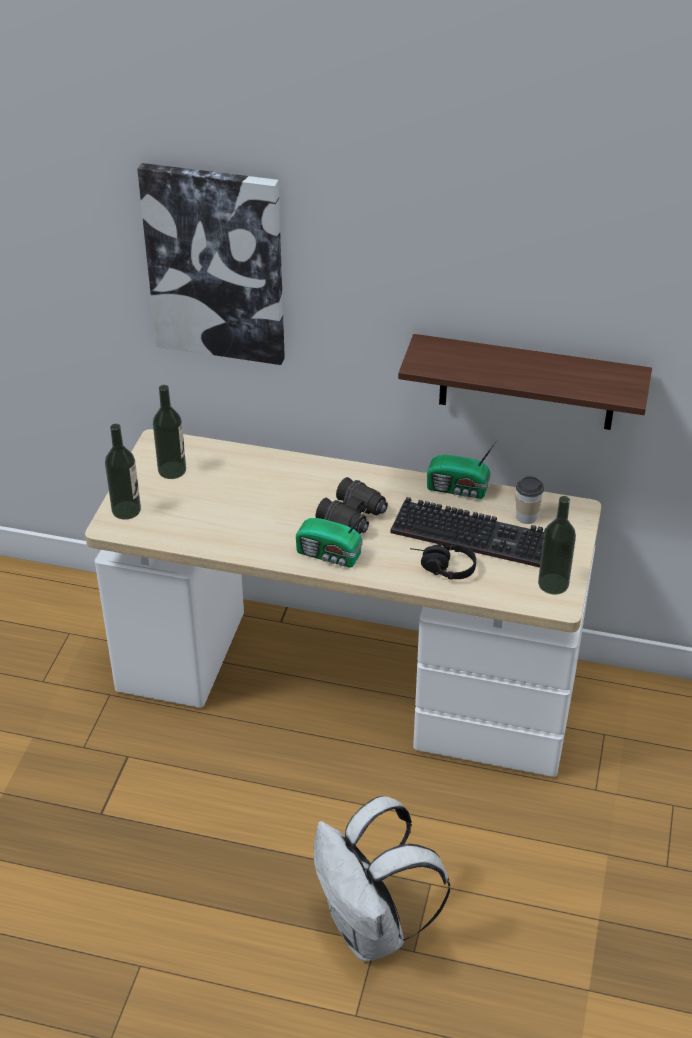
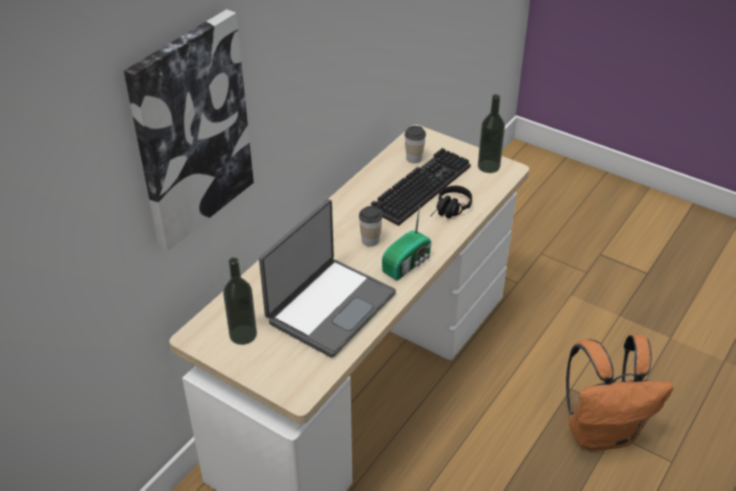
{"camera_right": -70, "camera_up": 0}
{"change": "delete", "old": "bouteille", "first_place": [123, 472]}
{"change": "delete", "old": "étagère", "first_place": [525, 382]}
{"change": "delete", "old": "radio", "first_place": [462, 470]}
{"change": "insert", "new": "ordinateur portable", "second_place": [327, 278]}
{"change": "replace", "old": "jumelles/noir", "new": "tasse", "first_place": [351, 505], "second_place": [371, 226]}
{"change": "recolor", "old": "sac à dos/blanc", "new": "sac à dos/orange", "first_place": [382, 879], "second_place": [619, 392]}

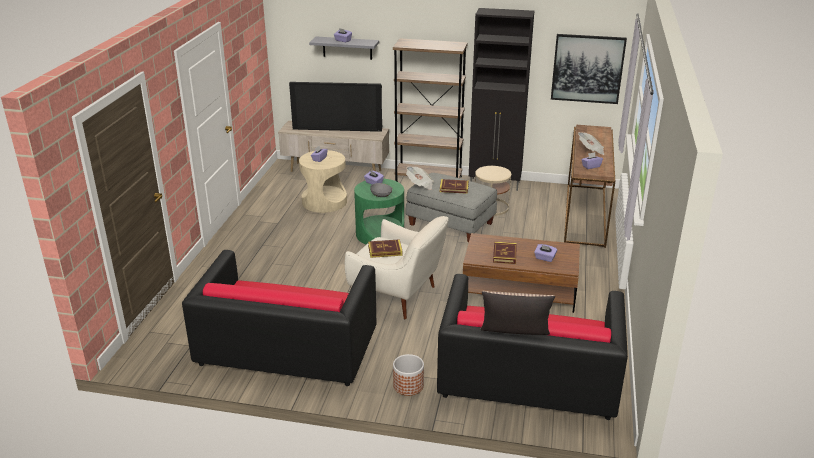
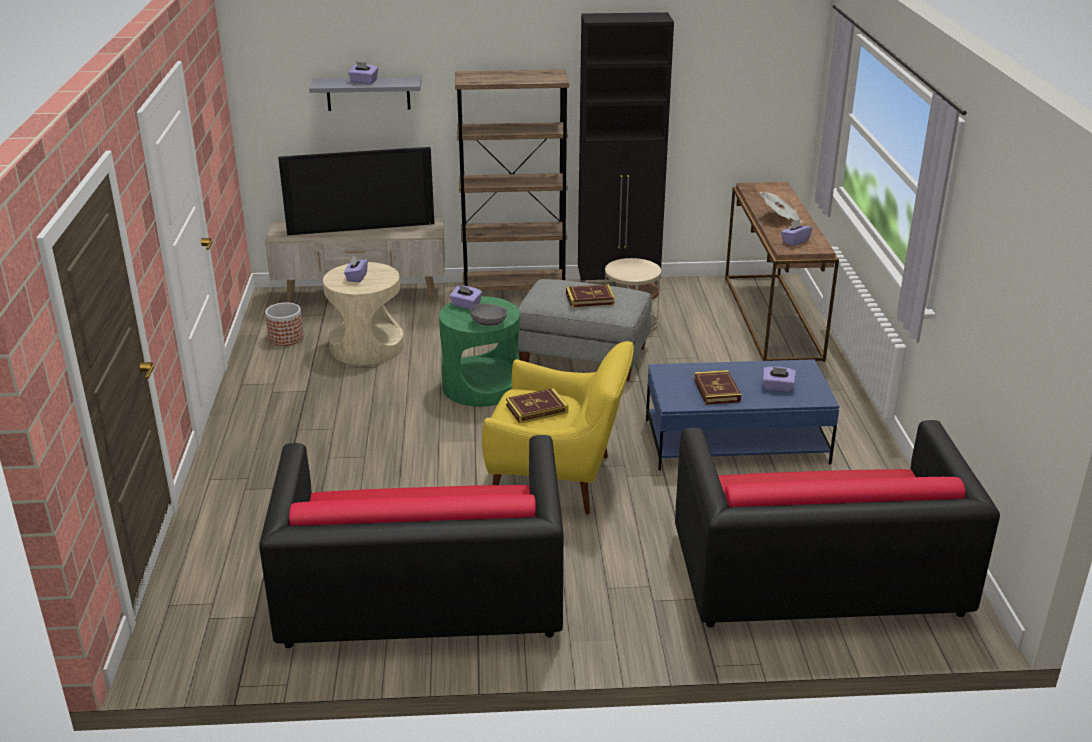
{"camera_right": -15, "camera_up": 0}
{"change": "delete", "old": "journal", "first_place": [420, 178]}
{"change": "delete", "old": "coussin", "first_place": [517, 313]}
{"change": "delete", "old": "tableau", "first_place": [589, 69]}
{"change": "move", "old": "cache-pot", "first_place": [408, 375], "second_place": [284, 324]}
{"change": "recolor", "old": "fauteuil/blanc", "new": "fauteuil/jaune", "first_place": [397, 267], "second_place": [558, 428]}
{"change": "recolor", "old": "table basse/marron", "new": "table basse/bleu", "first_place": [521, 273], "second_place": [743, 414]}

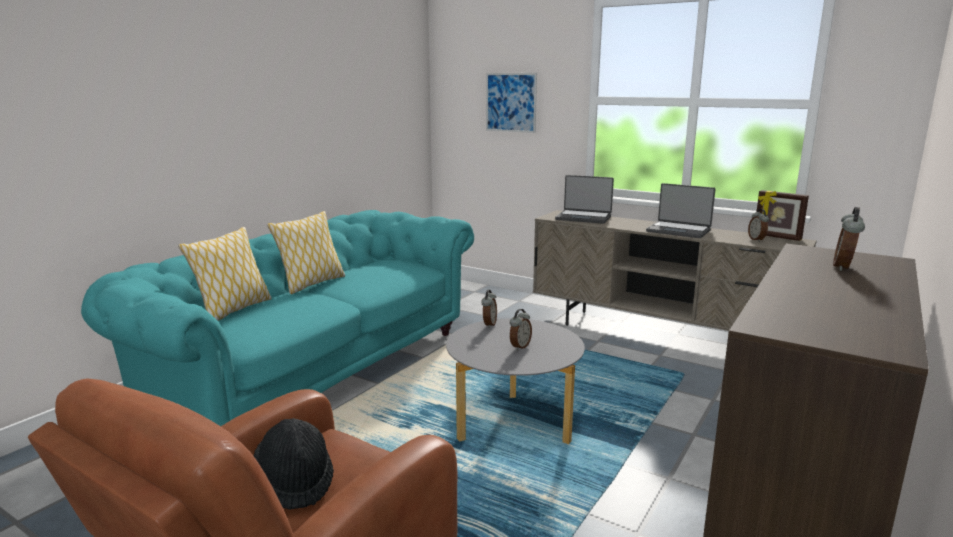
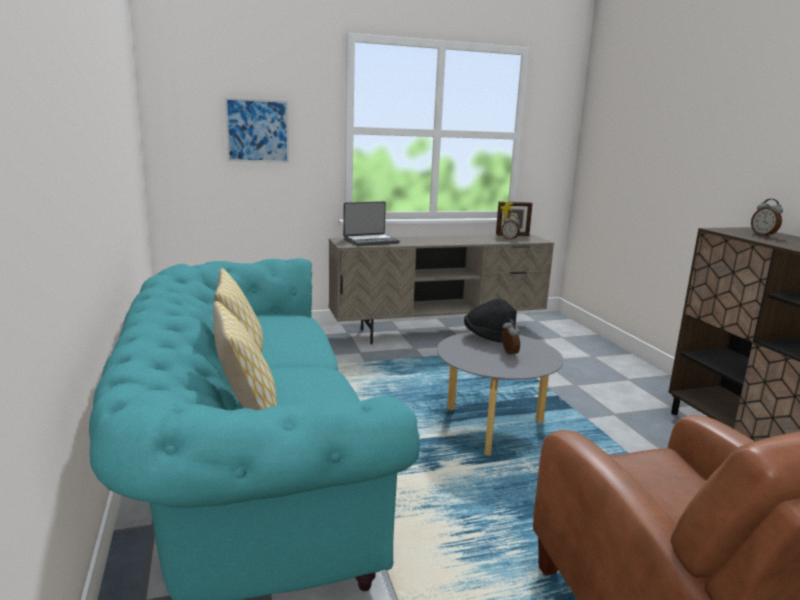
{"camera_right": -50, "camera_up": 0}
{"change": "delete", "old": "réveil", "first_place": [489, 309]}
{"change": "delete", "old": "ordinateur portable", "first_place": [680, 210]}
{"change": "move", "old": "chapeau/noir", "first_place": [294, 464], "second_place": [490, 320]}

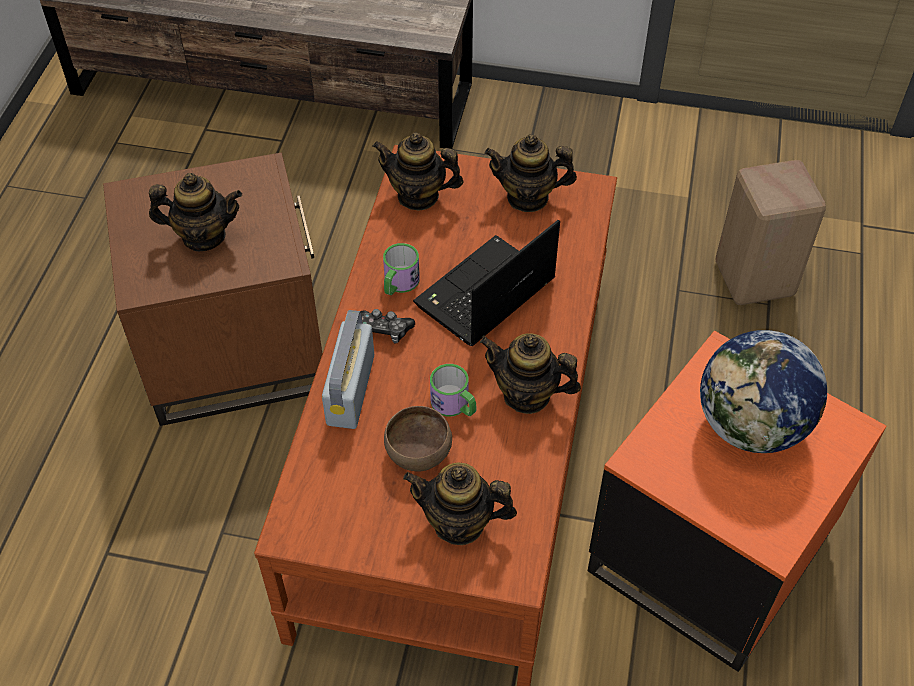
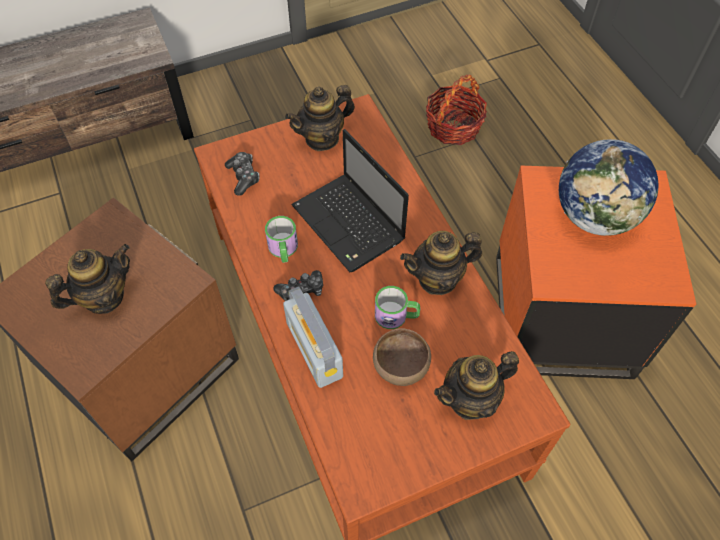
{"camera_right": -35, "camera_up": 5}
{"change": "replace", "old": "théière", "new": "manette", "first_place": [417, 171], "second_place": [242, 174]}
{"change": "replace", "old": "tabouret/beige", "new": "panier", "first_place": [770, 232], "second_place": [456, 109]}
{"change": "rotate", "old": "ordinateur portable", "first_place": [486, 283], "second_place": [350, 200], "degrees": -45}

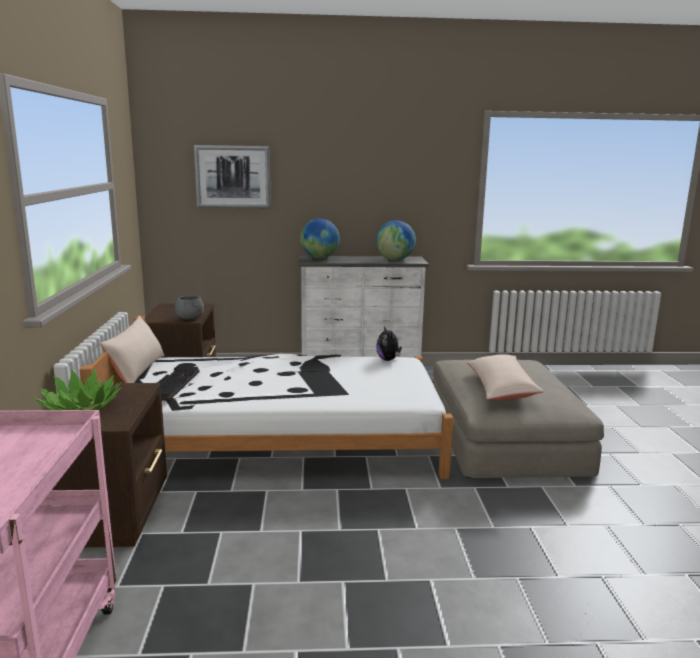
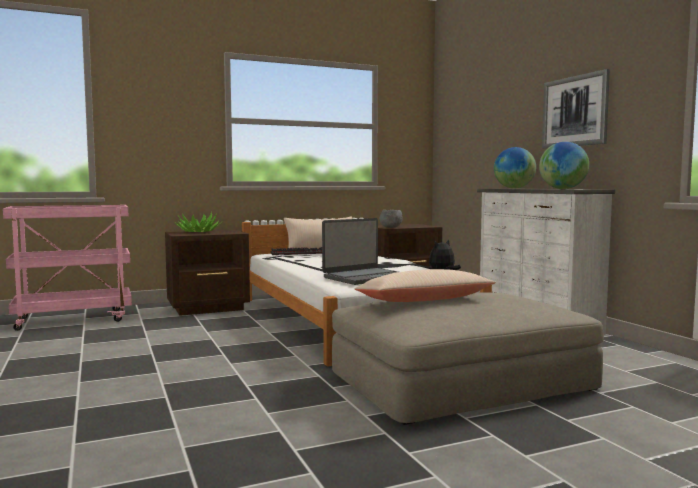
{"camera_right": 70, "camera_up": -10}
{"change": "insert", "new": "ordinateur portable", "second_place": [360, 251]}
{"change": "move", "old": "tableau", "first_place": [232, 176], "second_place": [576, 109]}

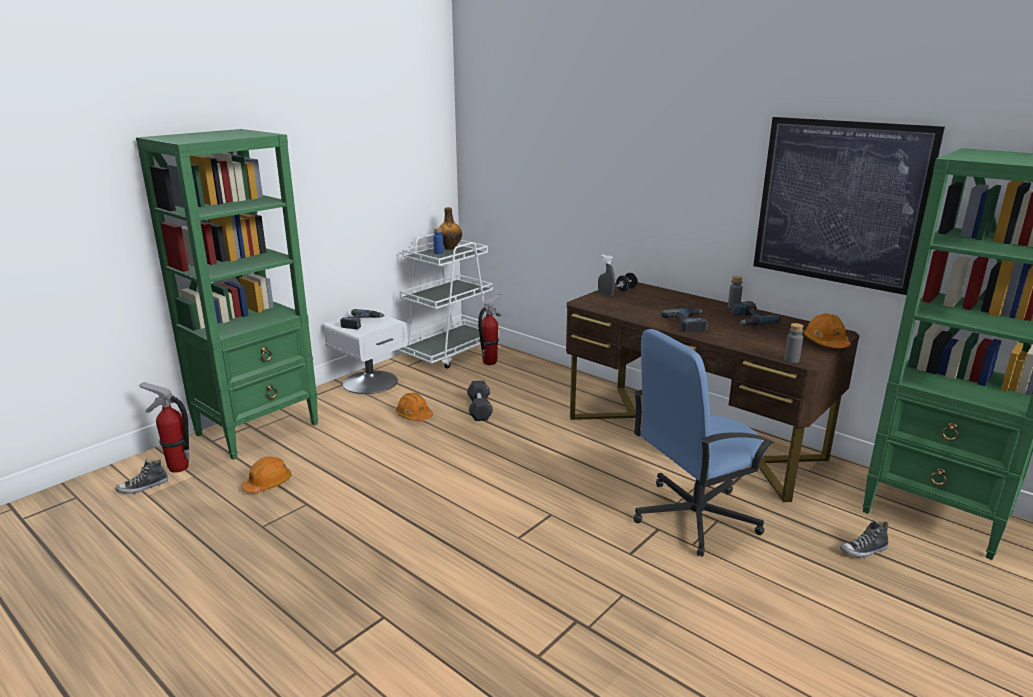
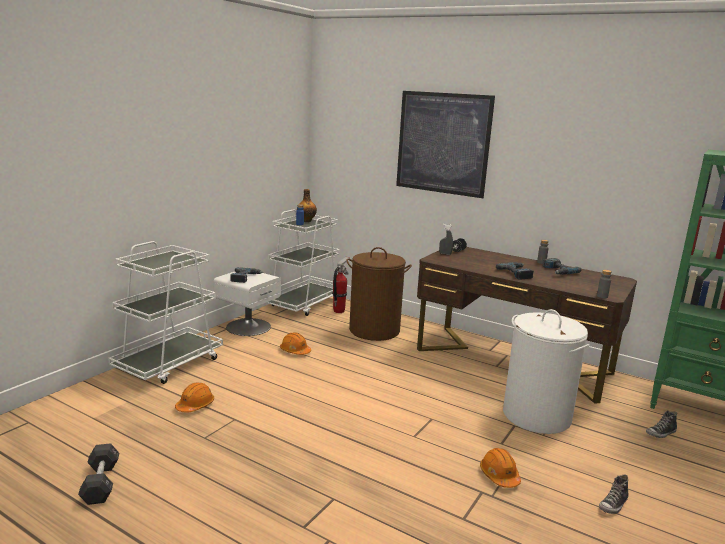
{"camera_right": -10, "camera_up": -5}
{"change": "delete", "old": "extincteur", "first_place": [164, 427]}
{"change": "insert", "new": "panier à linge/marron", "second_place": [379, 294]}
{"change": "move", "old": "chaussure", "first_place": [142, 476], "second_place": [614, 494]}
{"change": "move", "old": "haltère/noir", "first_place": [480, 401], "second_place": [98, 474]}
{"change": "move", "old": "tableau", "first_place": [849, 206], "second_place": [445, 144]}
{"change": "move", "old": "casque de chantier/orange", "first_place": [827, 330], "second_place": [500, 468]}
{"change": "replace", "old": "bibliothèque/vert", "new": "chariot/blanc", "first_place": [227, 294], "second_place": [165, 312]}
{"change": "replace", "old": "chaise de bureau/bleu", "new": "panier à linge/blanc", "first_place": [703, 443], "second_place": [546, 371]}

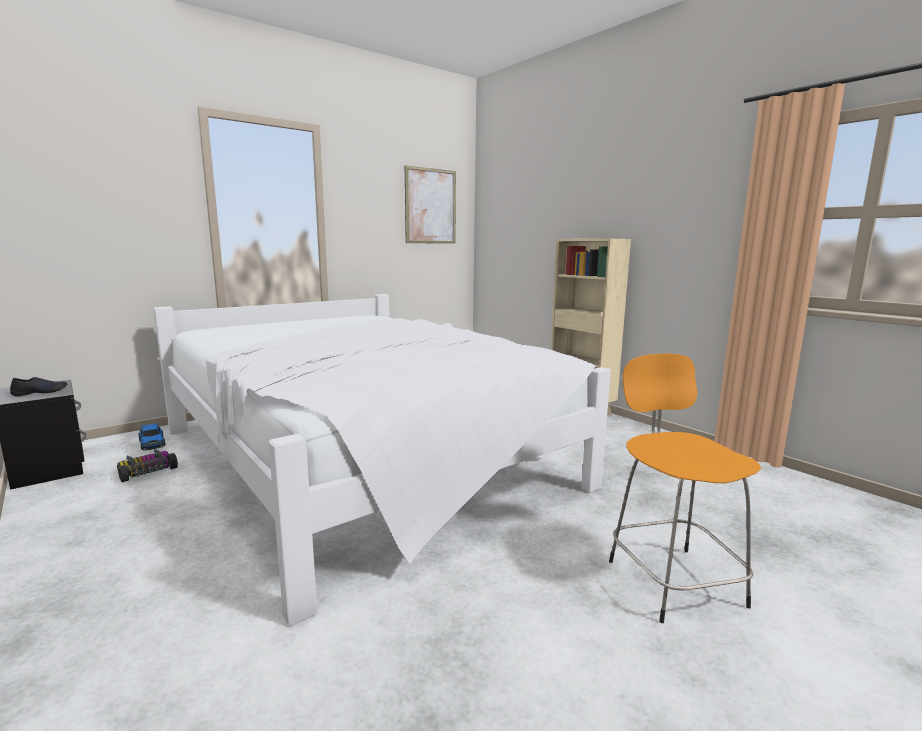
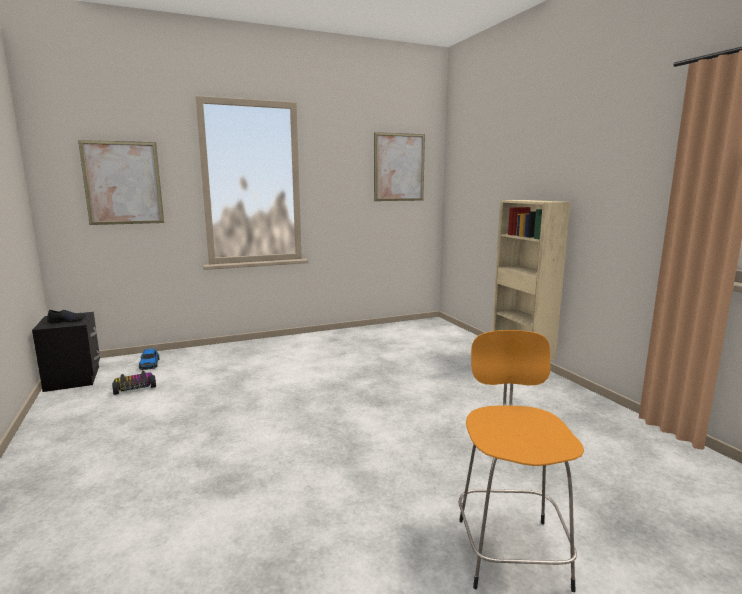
{"camera_right": 15, "camera_up": 0}
{"change": "delete", "old": "lit/blanc", "first_place": [382, 460]}
{"change": "insert", "new": "tableau", "second_place": [121, 182]}

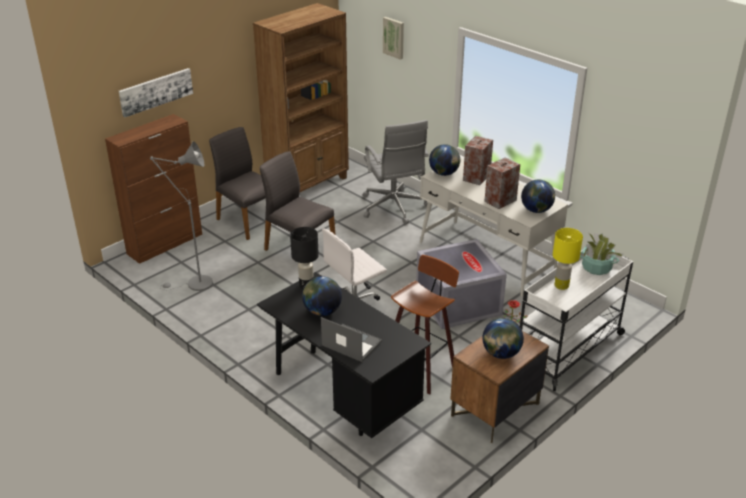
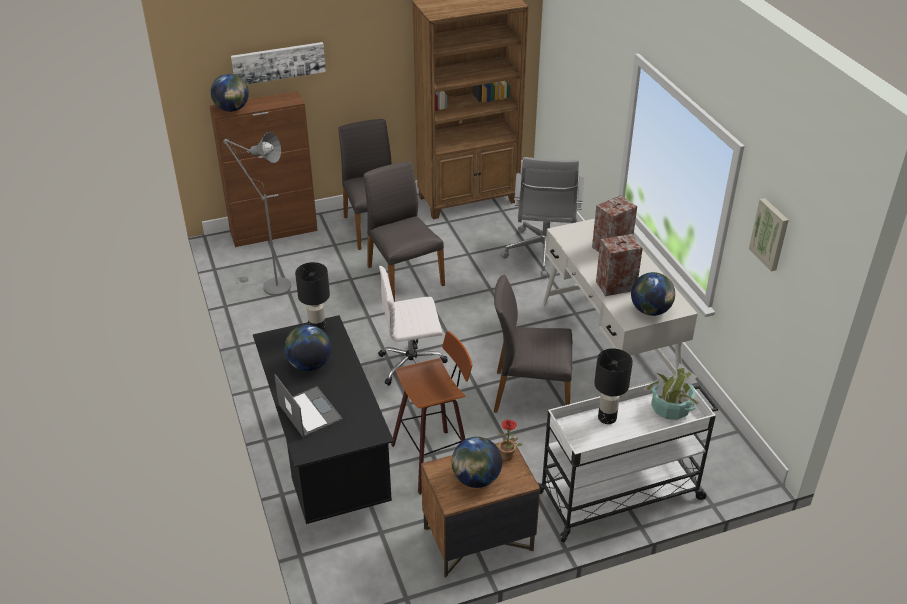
{"camera_right": 25, "camera_up": 5}
{"change": "move", "old": "tableau", "first_place": [393, 38], "second_place": [769, 234]}
{"change": "move", "old": "globe", "first_place": [444, 160], "second_place": [230, 93]}
{"change": "replace", "old": "boîte de rangement/gris", "new": "chaise/gris", "first_place": [461, 284], "second_place": [533, 344]}
{"change": "recolor", "old": "lampe de table/jaune", "new": "lampe de table/noir", "first_place": [568, 259], "second_place": [613, 386]}

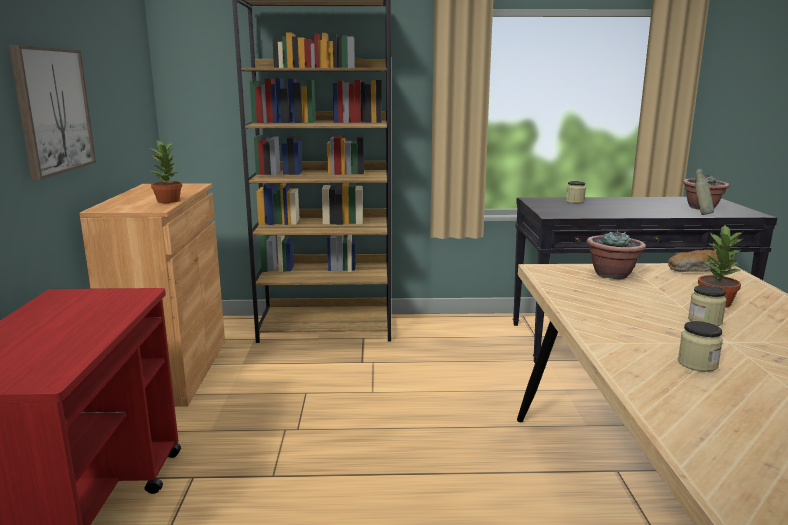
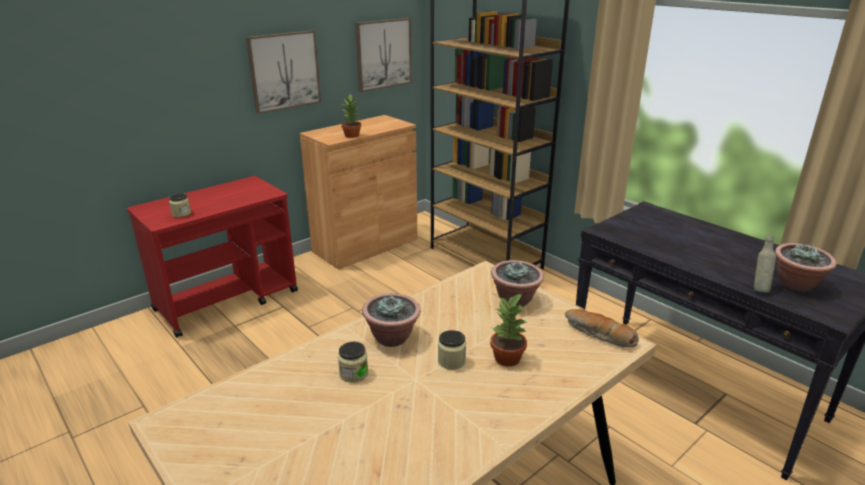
{"camera_right": 50, "camera_up": 10}
{"change": "insert", "new": "tableau", "second_place": [383, 55]}
{"change": "insert", "new": "plante en pot", "second_place": [391, 320]}
{"change": "move", "old": "bocal", "first_place": [576, 192], "second_place": [180, 205]}

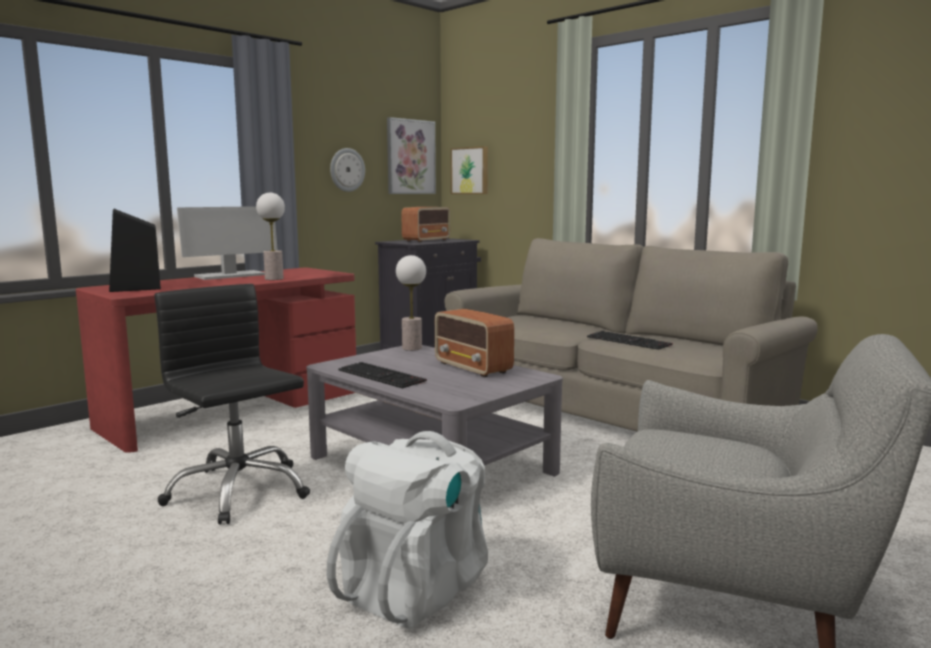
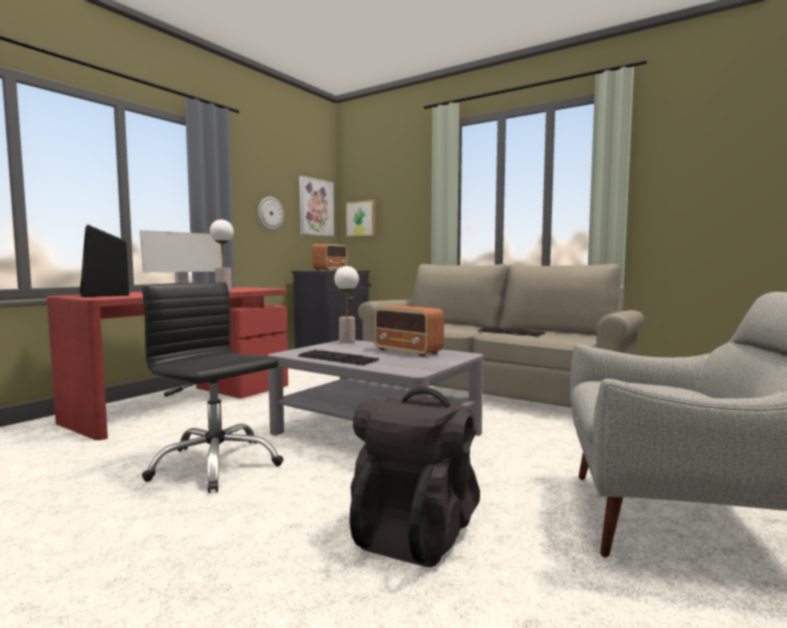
{"camera_right": -10, "camera_up": -5}
{"change": "recolor", "old": "sac à dos/blanc", "new": "sac à dos/noir", "first_place": [407, 530], "second_place": [415, 477]}

